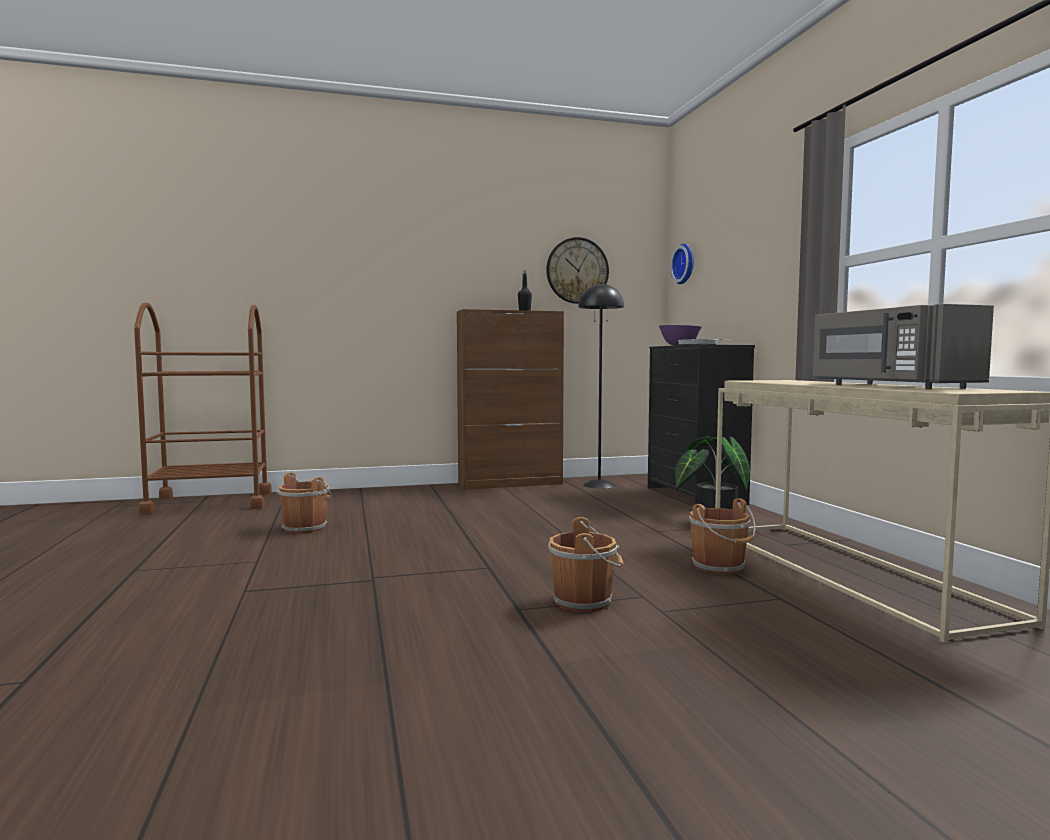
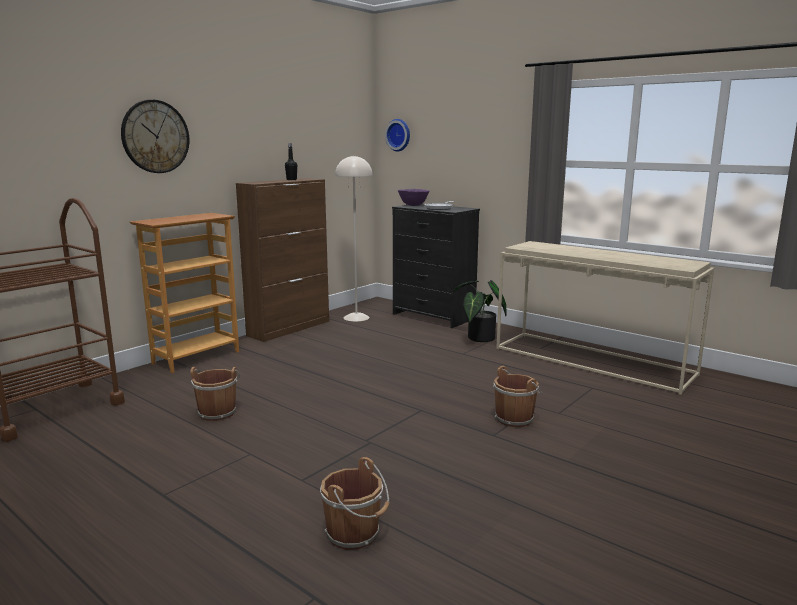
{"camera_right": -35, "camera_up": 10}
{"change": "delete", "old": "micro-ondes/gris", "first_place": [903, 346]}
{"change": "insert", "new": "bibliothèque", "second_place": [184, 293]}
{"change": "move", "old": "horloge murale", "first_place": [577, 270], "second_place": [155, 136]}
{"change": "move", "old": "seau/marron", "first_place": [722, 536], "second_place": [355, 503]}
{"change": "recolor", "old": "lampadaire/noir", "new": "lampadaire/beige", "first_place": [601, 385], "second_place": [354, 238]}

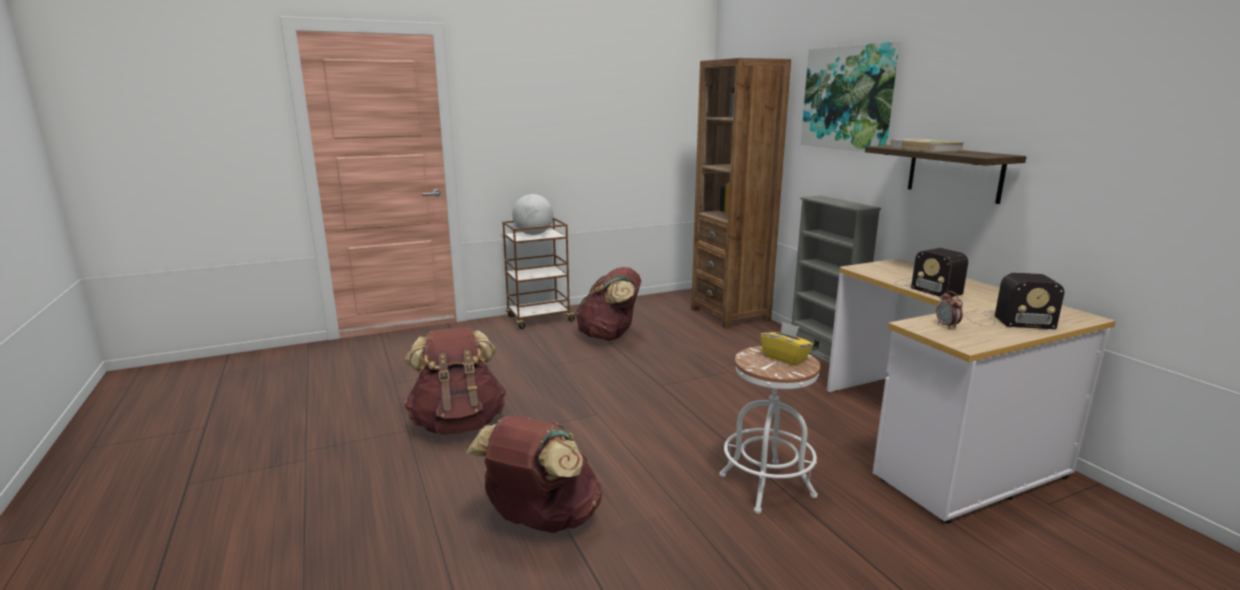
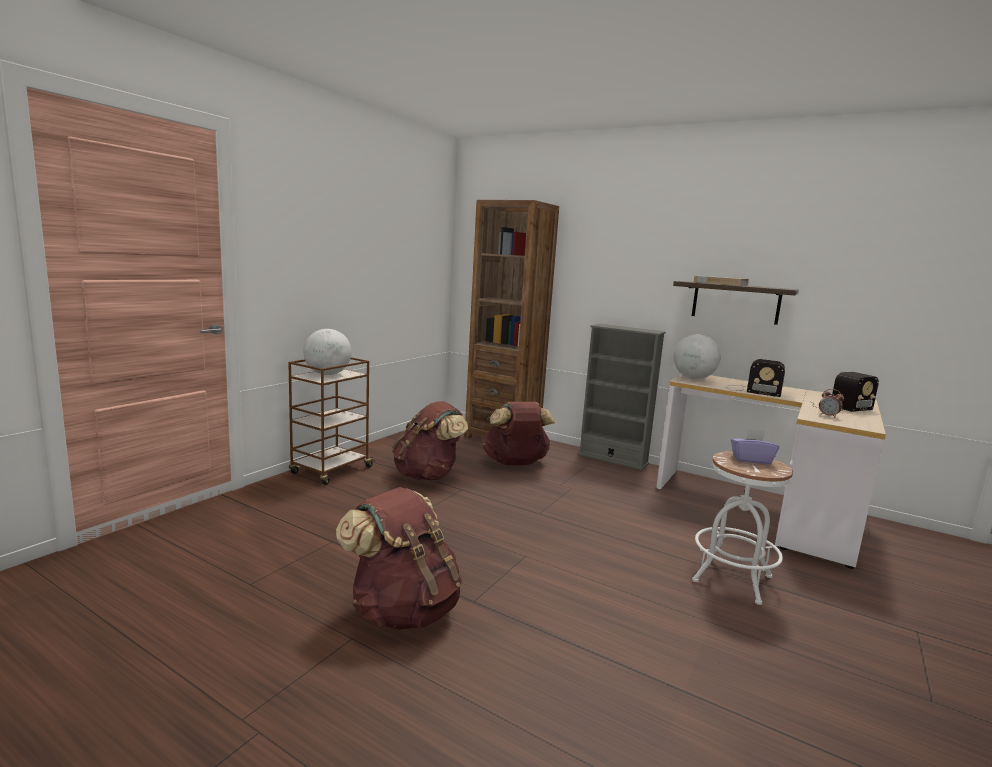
{"camera_right": -35, "camera_up": -5}
{"change": "delete", "old": "tableau", "first_place": [850, 96]}
{"change": "insert", "new": "globe", "second_place": [697, 357]}
{"change": "move", "old": "sac à dos/marron", "first_place": [534, 474], "second_place": [518, 433]}
{"change": "recolor", "old": "boîte à mouchoirs/jaune", "new": "boîte à mouchoirs/violet", "first_place": [786, 344], "second_place": [755, 446]}

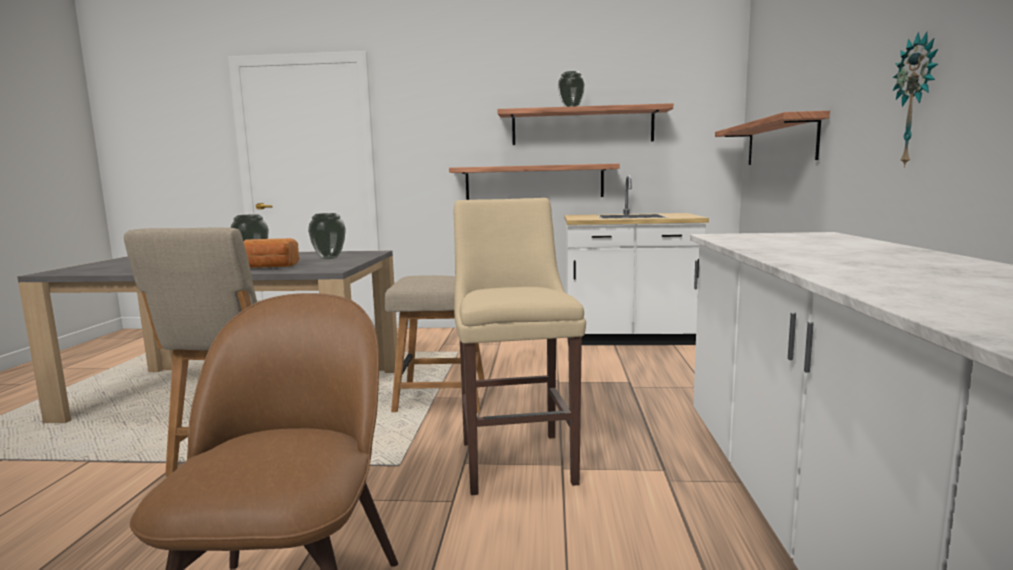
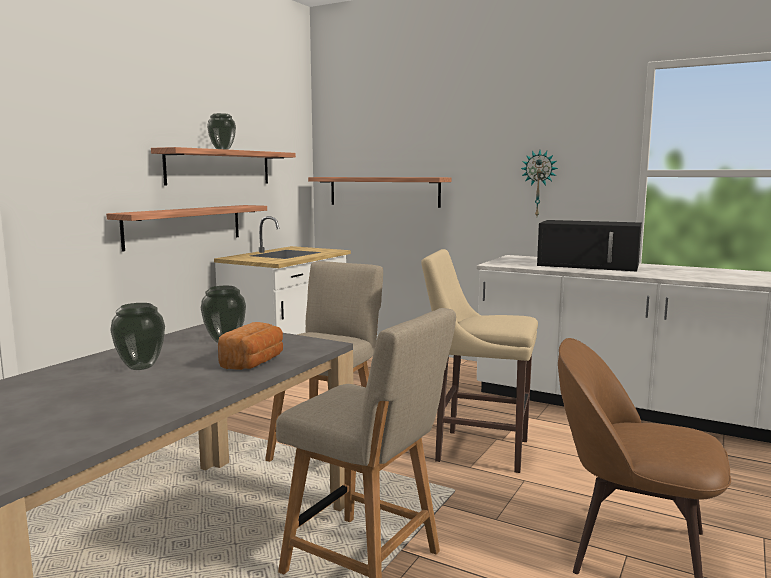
{"camera_right": -65, "camera_up": 0}
{"change": "insert", "new": "micro-ondes/noir", "second_place": [589, 245]}

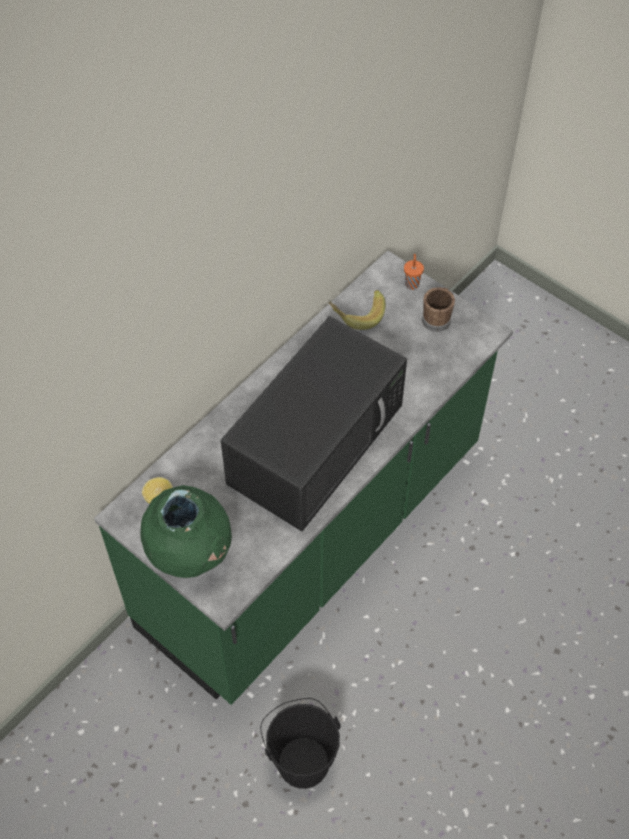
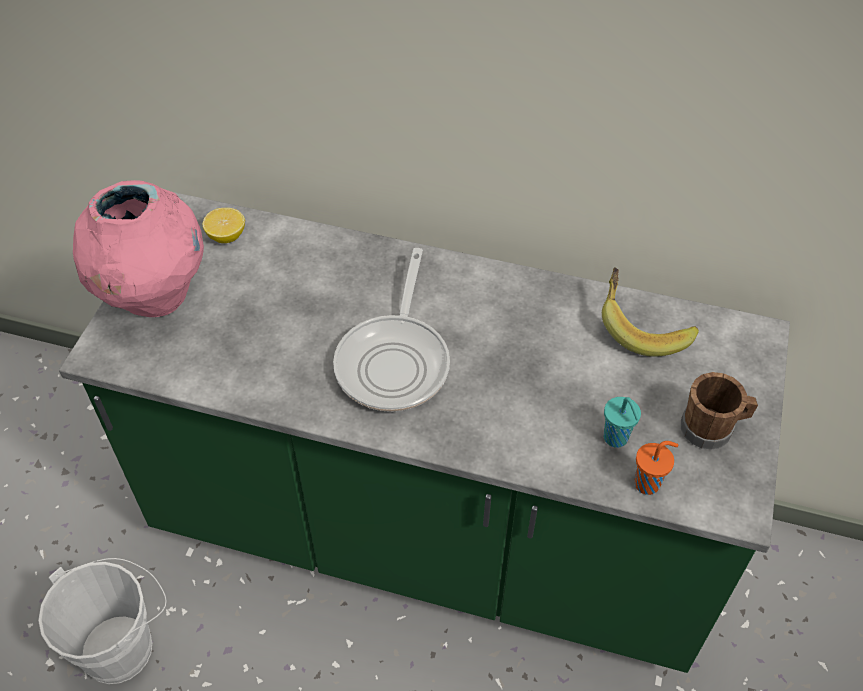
{"camera_right": 65, "camera_up": -5}
{"change": "insert", "new": "tasse/turquoise", "second_place": [622, 422]}
{"change": "move", "old": "tasse/orange", "first_place": [414, 272], "second_place": [656, 468]}
{"change": "replace", "old": "micro-ondes/noir", "new": "poêle", "first_place": [314, 423], "second_place": [391, 330]}
{"change": "recolor", "old": "vase/vert", "new": "vase/rose", "first_place": [186, 531], "second_place": [138, 248]}
{"change": "recolor", "old": "seau/noir", "new": "seau/blanc", "first_place": [300, 743], "second_place": [102, 621]}

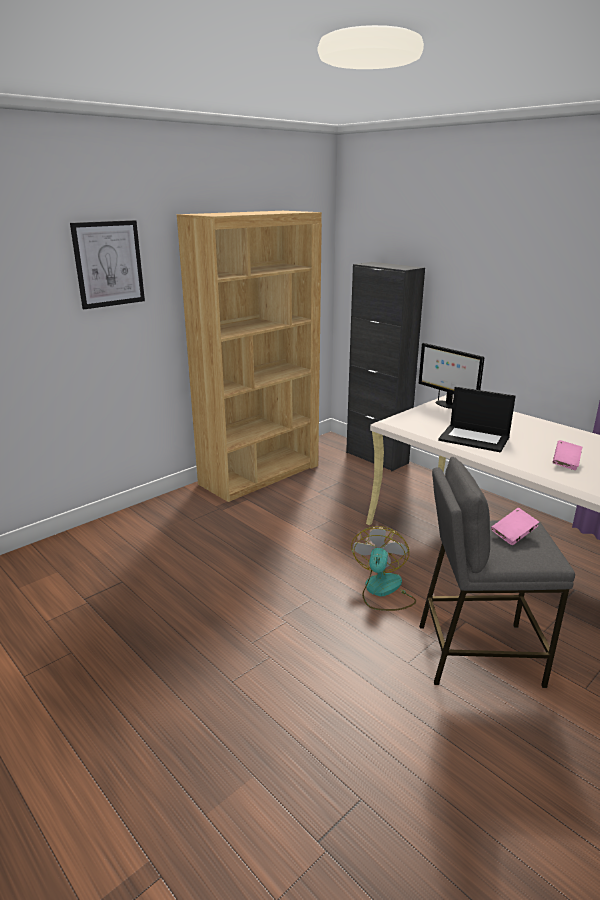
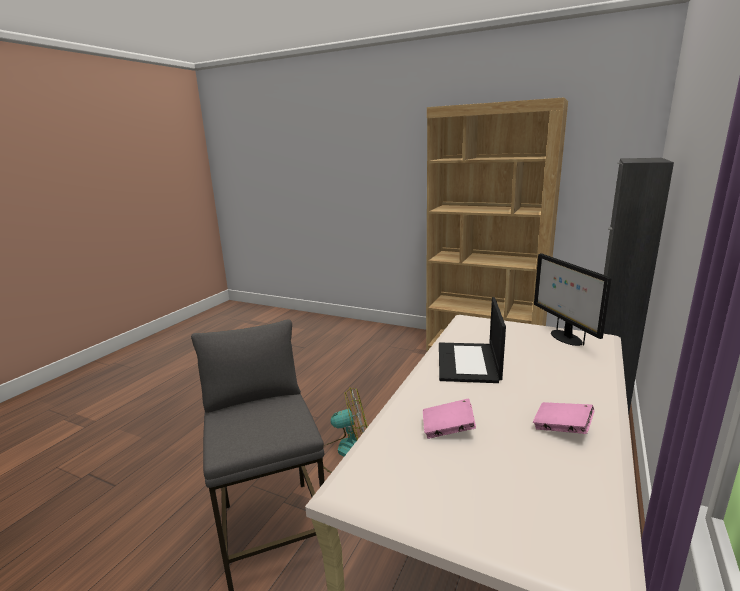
{"camera_right": 70, "camera_up": -5}
{"change": "delete", "old": "tableau", "first_place": [107, 264]}
{"change": "move", "old": "livre/rose", "first_place": [515, 526], "second_place": [563, 418]}
{"change": "rotate", "old": "écran d'ordinateur", "first_place": [452, 376], "second_place": [572, 299], "degrees": -45}

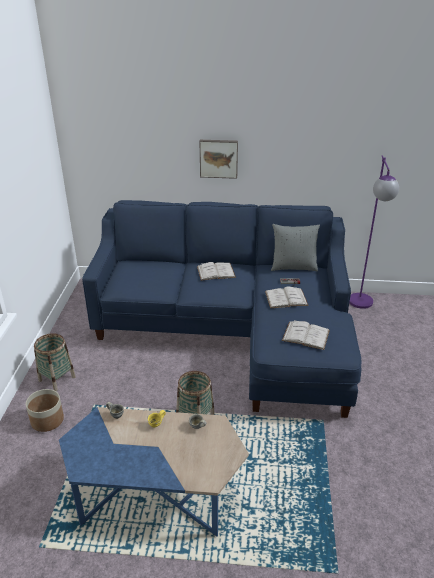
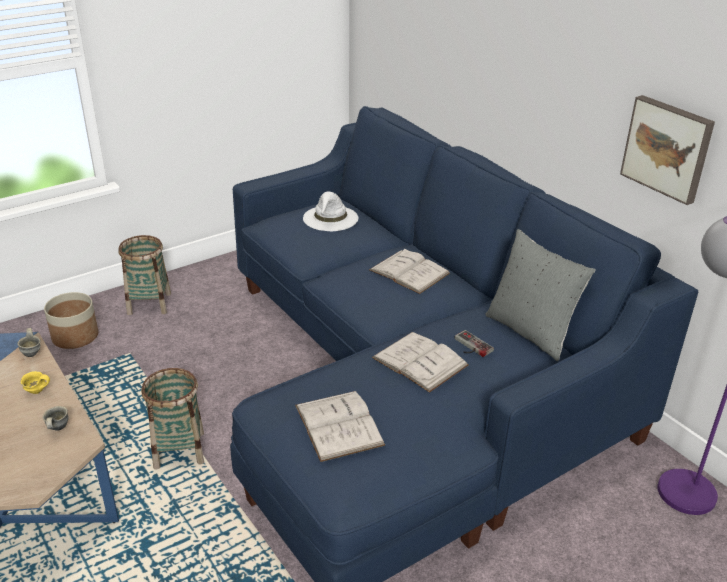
{"camera_right": 50, "camera_up": 0}
{"change": "insert", "new": "chapeau/blanc", "second_place": [330, 211]}
{"change": "move", "old": "tableau", "first_place": [219, 159], "second_place": [667, 150]}

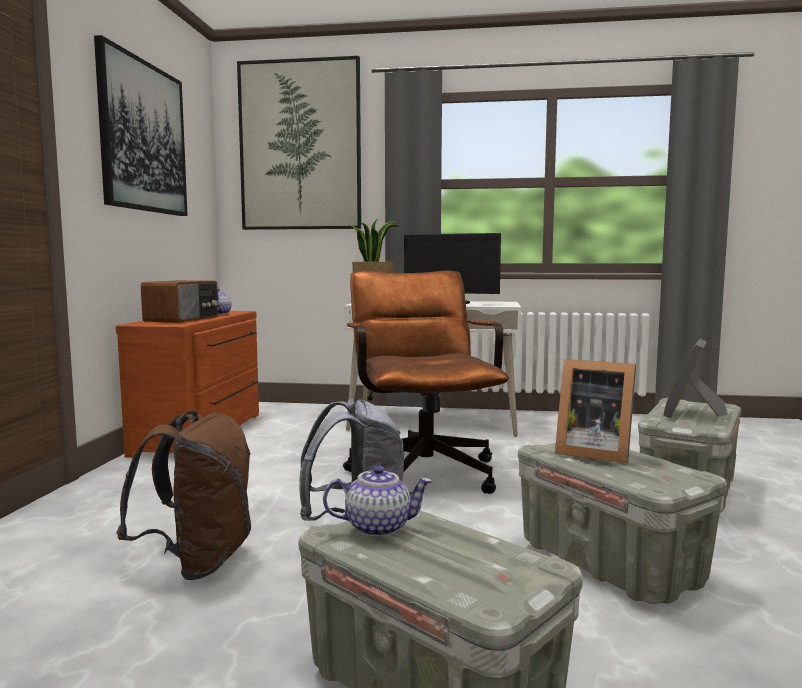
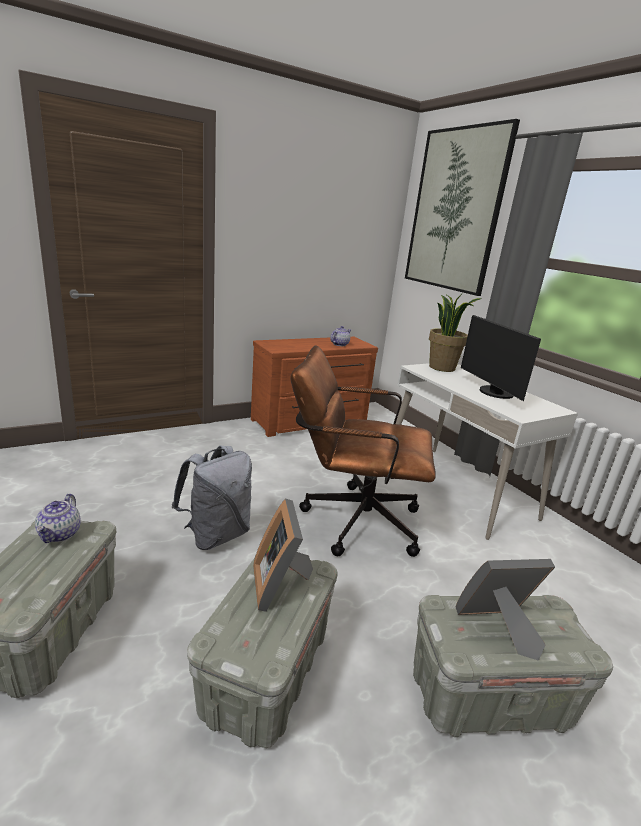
{"camera_right": 50, "camera_up": 15}
{"change": "delete", "old": "tableau", "first_place": [141, 125]}
{"change": "delete", "old": "sac à dos/marron", "first_place": [183, 495]}
{"change": "delete", "old": "radio", "first_place": [179, 301]}
{"change": "rotate", "old": "théière", "first_place": [377, 501], "second_place": [58, 518], "degrees": 45}
{"change": "rotate", "old": "chaise de bureau/marron", "first_place": [426, 382], "second_place": [363, 451], "degrees": -120}

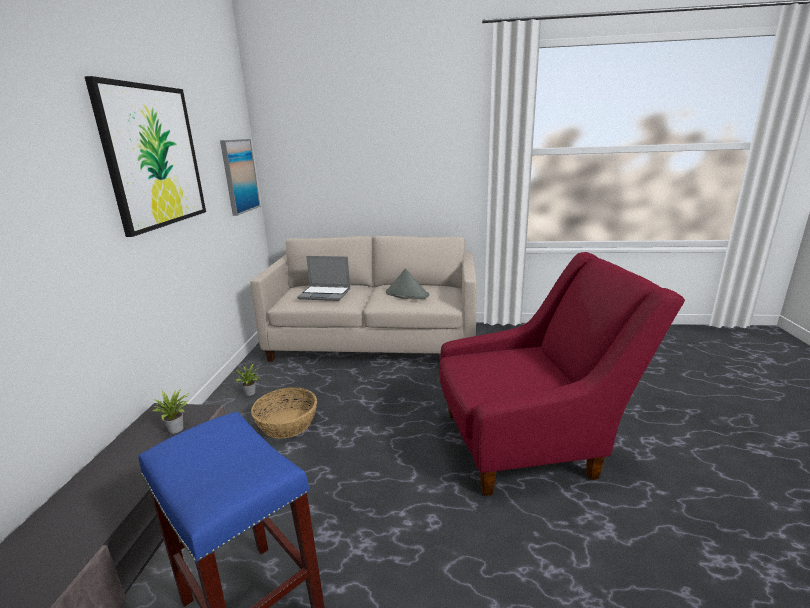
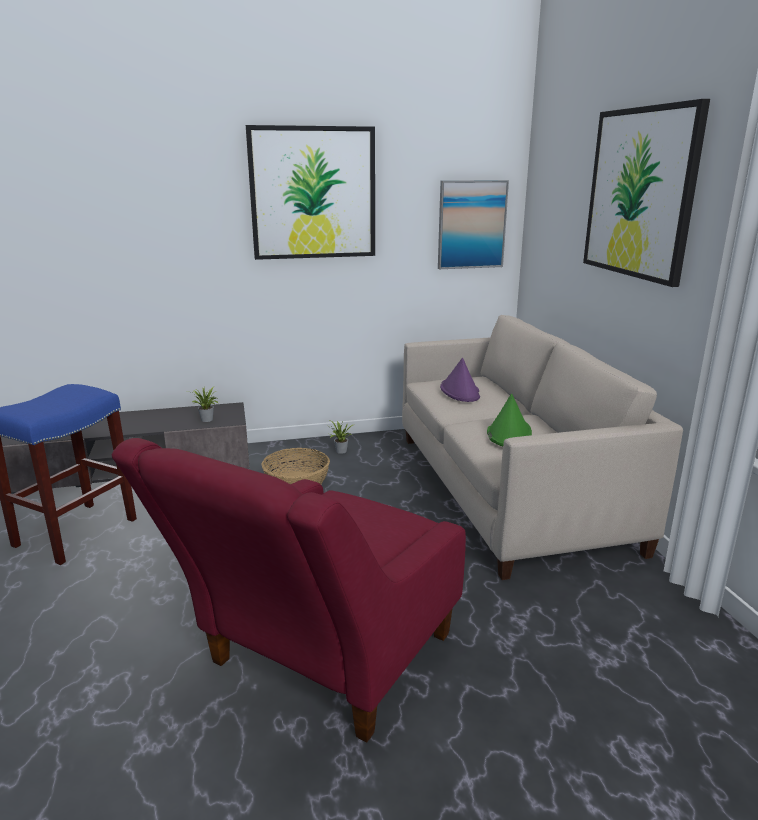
{"camera_right": 70, "camera_up": 0}
{"change": "insert", "new": "tableau", "second_place": [646, 193]}
{"change": "replace", "old": "ordinateur portable", "new": "chapeau/violet", "first_place": [324, 278], "second_place": [460, 380]}
{"change": "recolor", "old": "chapeau/gris", "new": "chapeau/vert", "first_place": [407, 283], "second_place": [509, 420]}
{"change": "rotate", "old": "fauteuil/rouge", "first_place": [562, 374], "second_place": [289, 590], "degrees": 60}

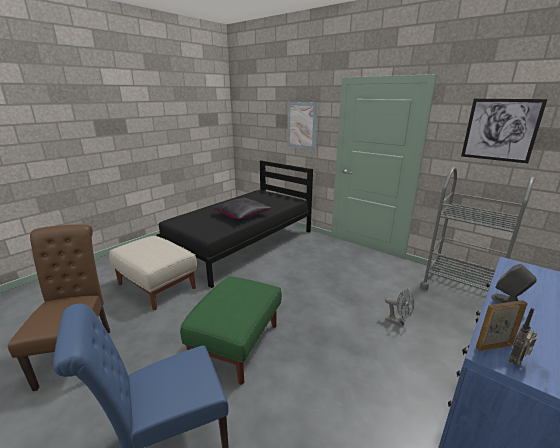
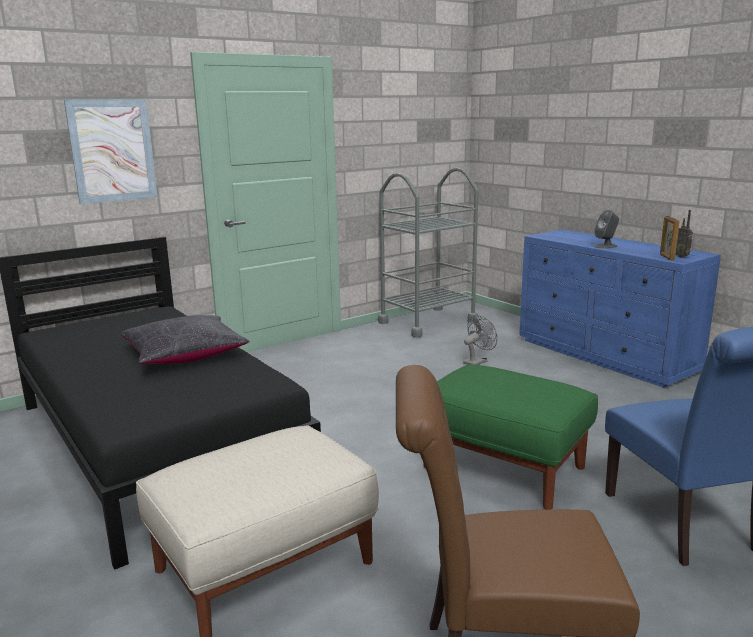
{"camera_right": -75, "camera_up": -5}
{"change": "delete", "old": "tableau", "first_place": [504, 131]}

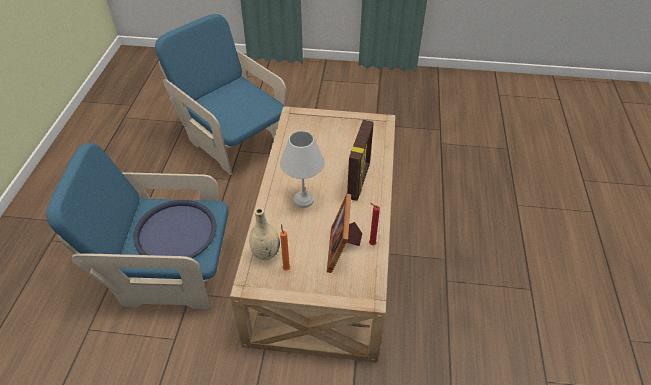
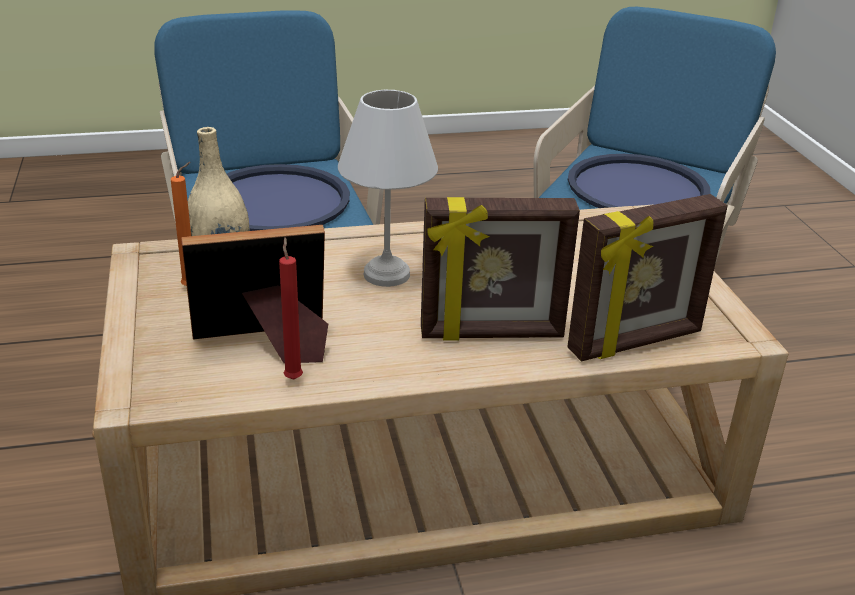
{"camera_right": 70, "camera_up": -15}
{"change": "insert", "new": "cadre photo", "second_place": [647, 277]}
{"change": "insert", "new": "plateau/bleu", "second_place": [639, 181]}

